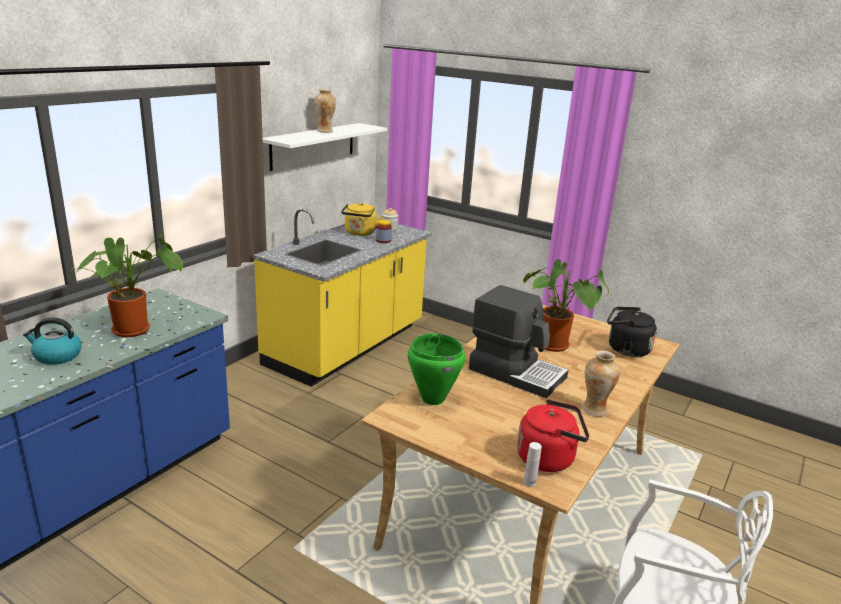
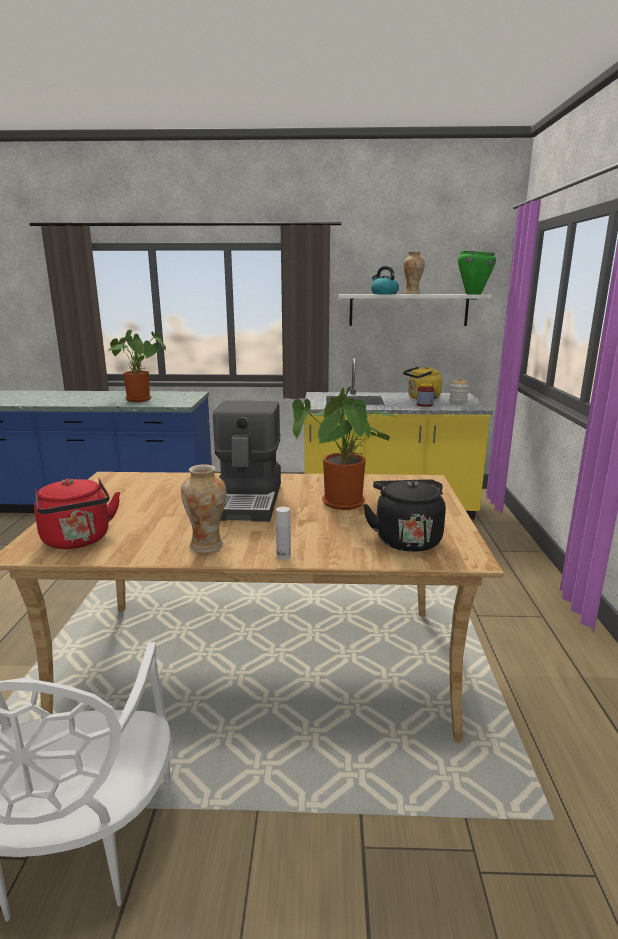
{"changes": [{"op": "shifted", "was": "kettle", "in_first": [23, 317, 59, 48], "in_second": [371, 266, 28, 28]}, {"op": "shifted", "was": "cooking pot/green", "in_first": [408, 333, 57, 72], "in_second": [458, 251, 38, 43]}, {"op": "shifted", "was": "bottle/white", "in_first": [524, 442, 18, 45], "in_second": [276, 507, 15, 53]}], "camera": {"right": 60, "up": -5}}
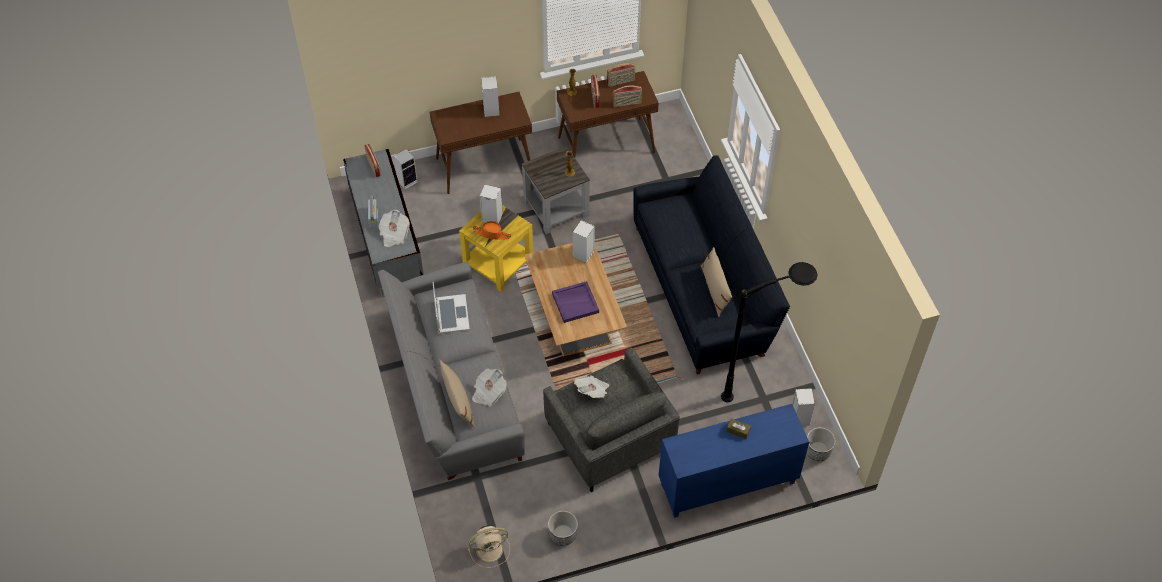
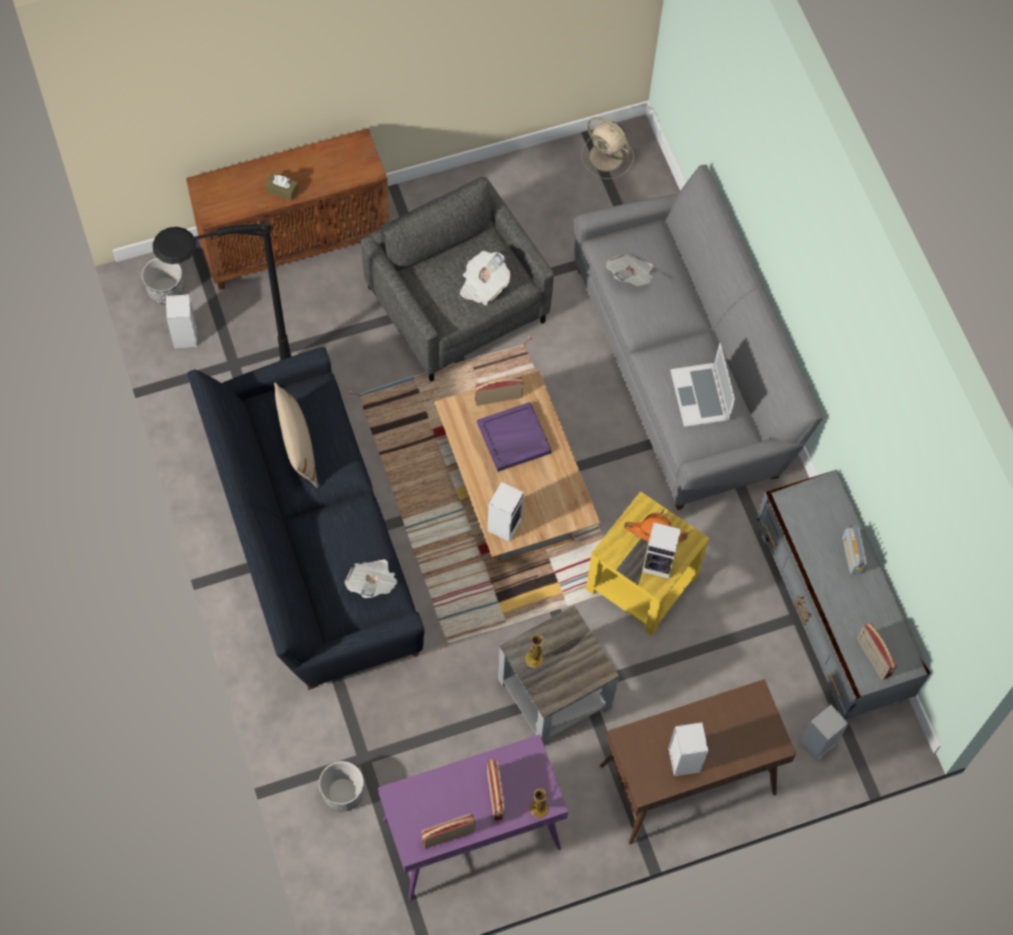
{"changes": [{"op": "shifted", "was": "newspaper", "in_first": [378, 210, 32, 37], "in_second": [344, 559, 54, 39]}, {"op": "gone", "was": "pillow/beige", "in_first": [439, 360, 36, 67]}, {"op": "rotated", "was": "fan/beige", "in_first": [468, 525, 42, 43], "in_second": [581, 117, 53, 62], "clockwise": -120}, {"op": "shifted", "was": "planter", "in_first": [548, 511, 30, 35], "in_second": [319, 761, 45, 51]}, {"op": "repainted", "was": "console table/brown", "now": "console table/purple", "in_first": [557, 71, 102, 87], "in_second": [378, 734, 190, 167]}, {"op": "shifted", "was": "radio", "in_first": [612, 86, 30, 21], "in_second": [475, 376, 49, 30]}, {"op": "repainted", "was": "cabinet/blue", "now": "cabinet/brown", "in_first": [659, 404, 150, 114], "in_second": [186, 128, 204, 162]}], "camera": {"right": 175, "up": 10}}
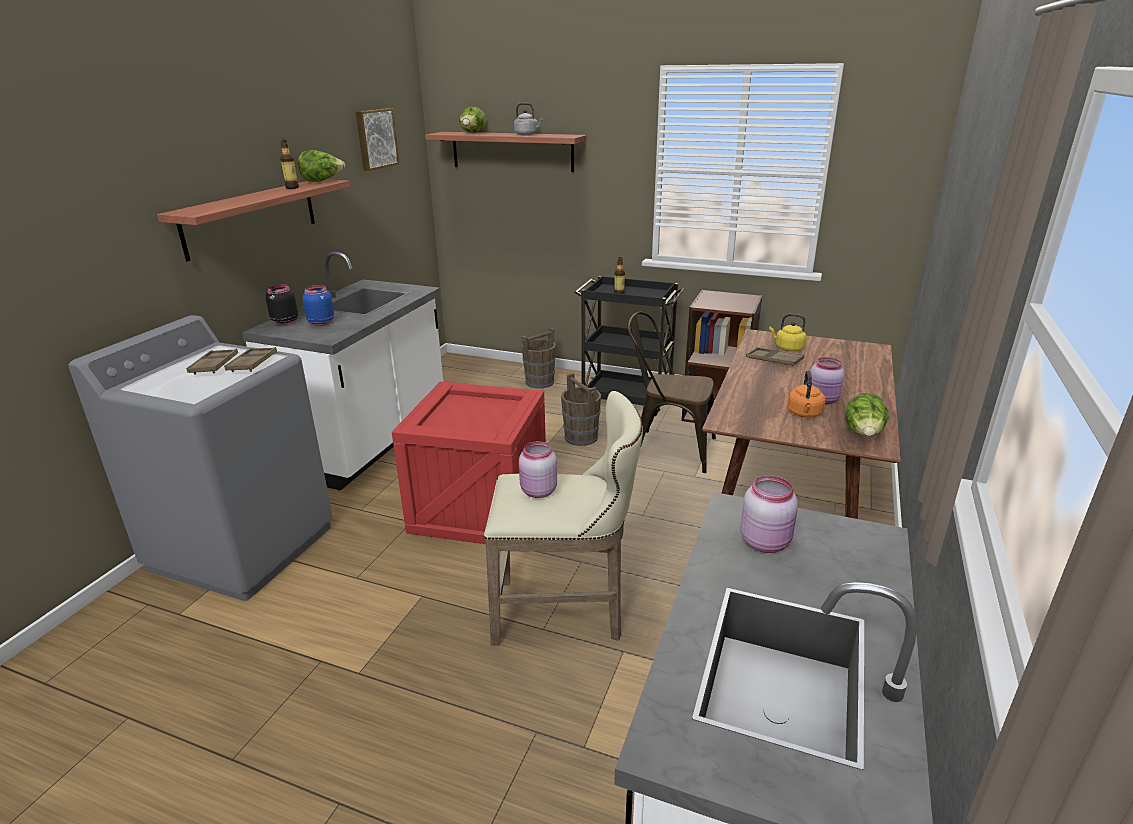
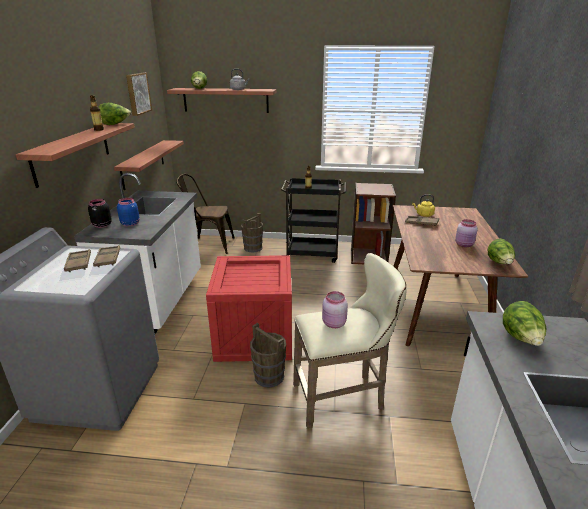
{"changes": [{"op": "shifted", "was": "bucket/brown", "in_first": [561, 373, 40, 73], "in_second": [250, 323, 36, 65]}, {"op": "shifted", "was": "chair/brown", "in_first": [627, 312, 89, 161], "in_second": [176, 174, 58, 80]}, {"op": "swapped", "was": "jar/pink", "now": "lettuce", "in_first": [740, 475, 58, 78], "in_second": [503, 301, 43, 45]}, {"op": "gone", "was": "kettle/orange", "in_first": [787, 371, 39, 47]}, {"op": "new", "now": "shelf", "in_second": [114, 140, 70, 50]}], "camera": {"right": -15, "up": 0}}
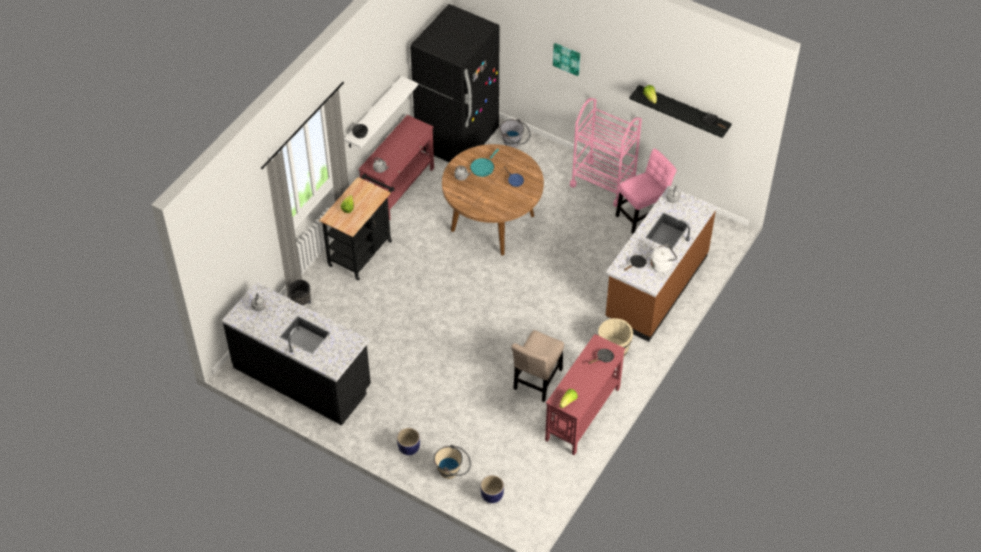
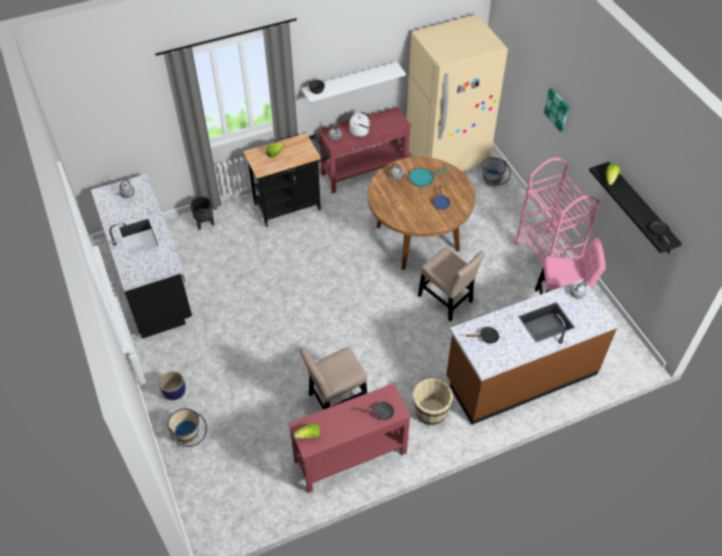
{"changes": [{"op": "repainted", "was": "fridge/black", "now": "fridge/beige", "in_first": [410, 4, 89, 159], "in_second": [407, 14, 101, 157]}, {"op": "gone", "was": "planter", "in_first": [481, 475, 23, 28]}, {"op": "shifted", "was": "kettle/white", "in_first": [650, 244, 27, 29], "in_second": [349, 112, 23, 25]}, {"op": "new", "now": "chair/beige", "in_second": [418, 248, 67, 74]}], "camera": {"right": 35, "up": 0}}
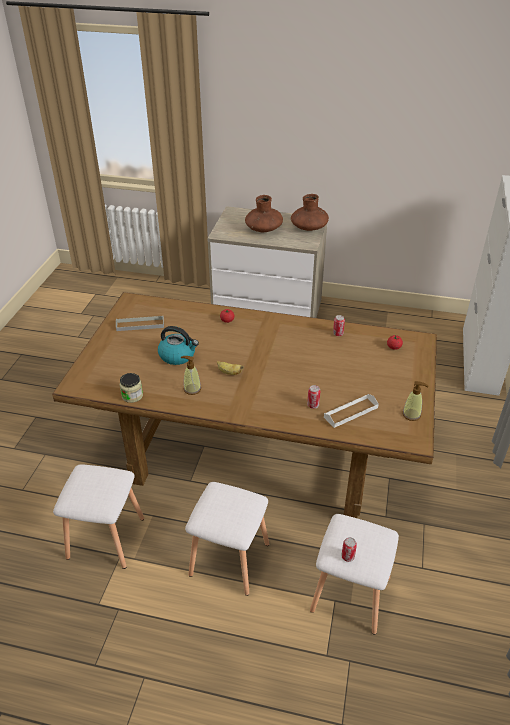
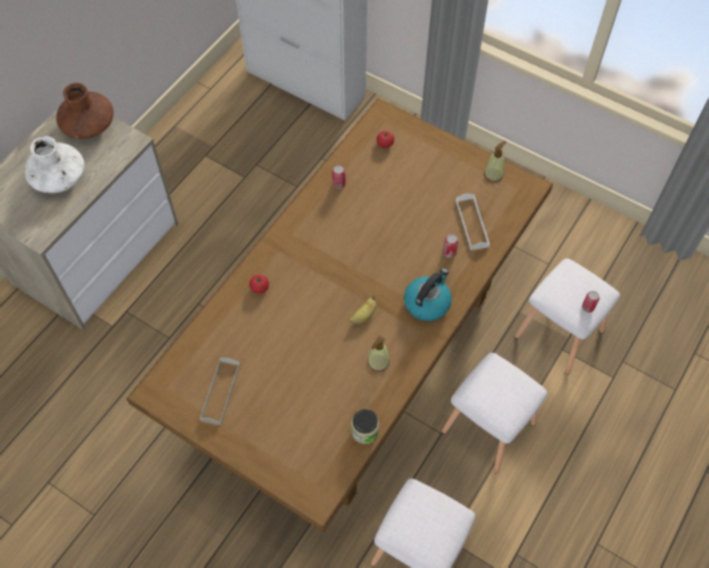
{"changes": [{"op": "shifted", "was": "kettle", "in_first": [158, 326, 41, 39], "in_second": [404, 268, 48, 53]}, {"op": "repainted", "was": "vase/brown", "now": "vase/white", "in_first": [245, 195, 38, 37], "in_second": [25, 136, 60, 57]}], "camera": {"right": -70, "up": 20}}
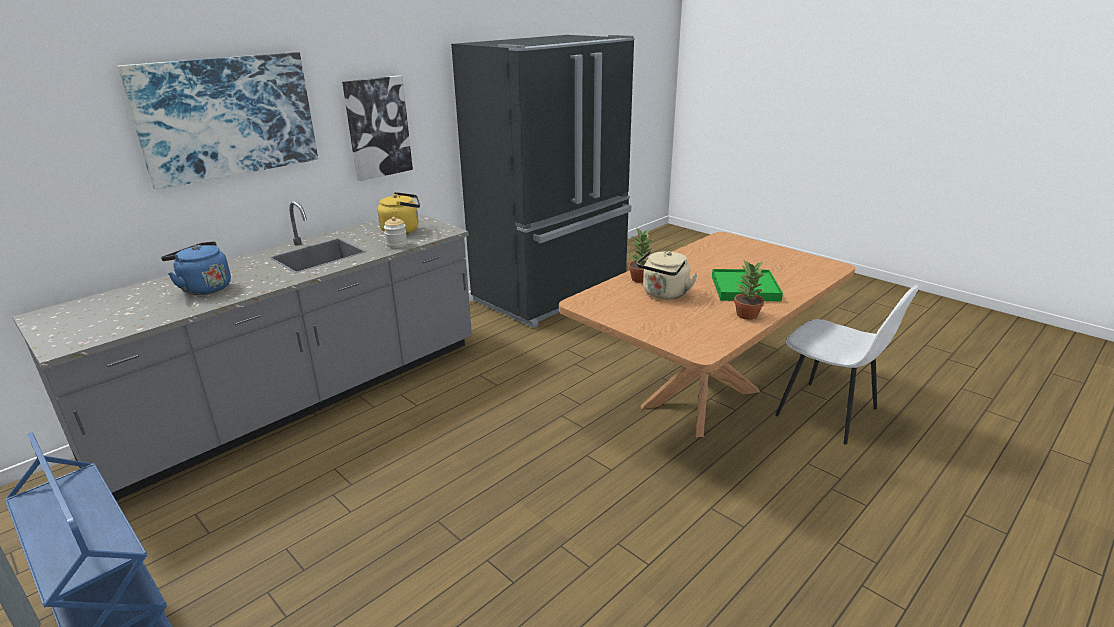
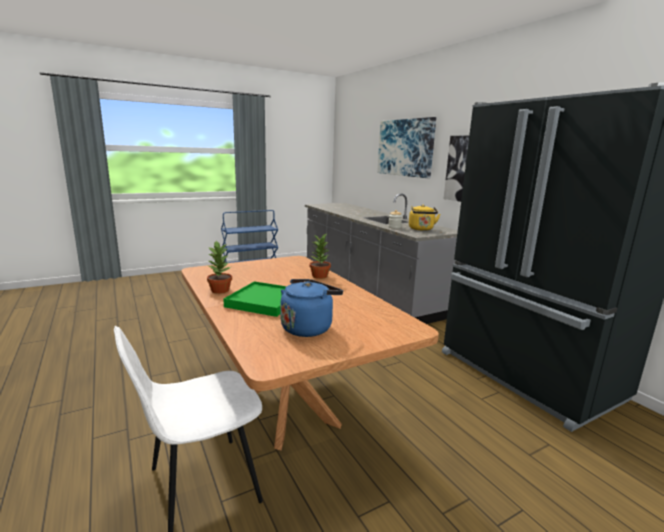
{"changes": [{"op": "shifted", "was": "kettle/blue", "in_first": [161, 241, 70, 54], "in_second": [280, 279, 63, 58]}, {"op": "gone", "was": "kettle/beige", "in_first": [637, 251, 61, 48]}], "camera": {"right": 105, "up": -10}}
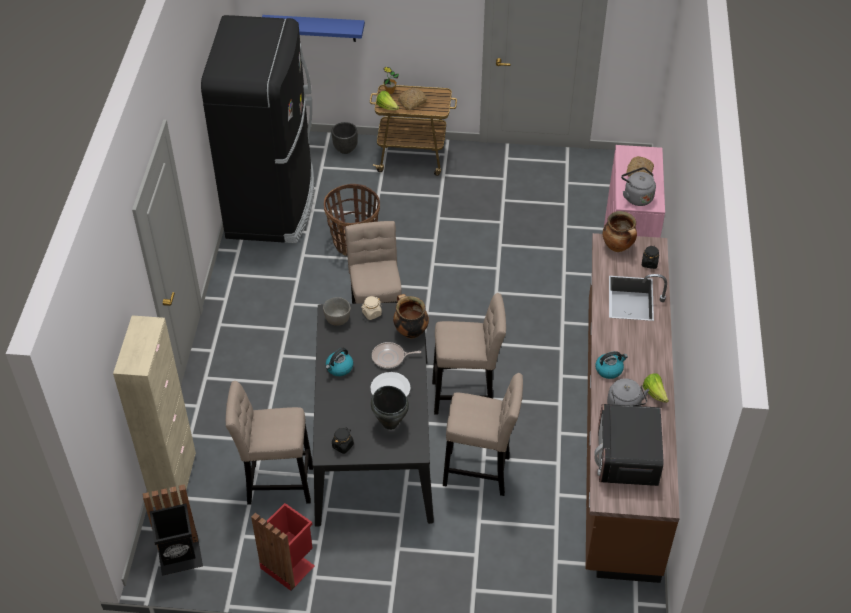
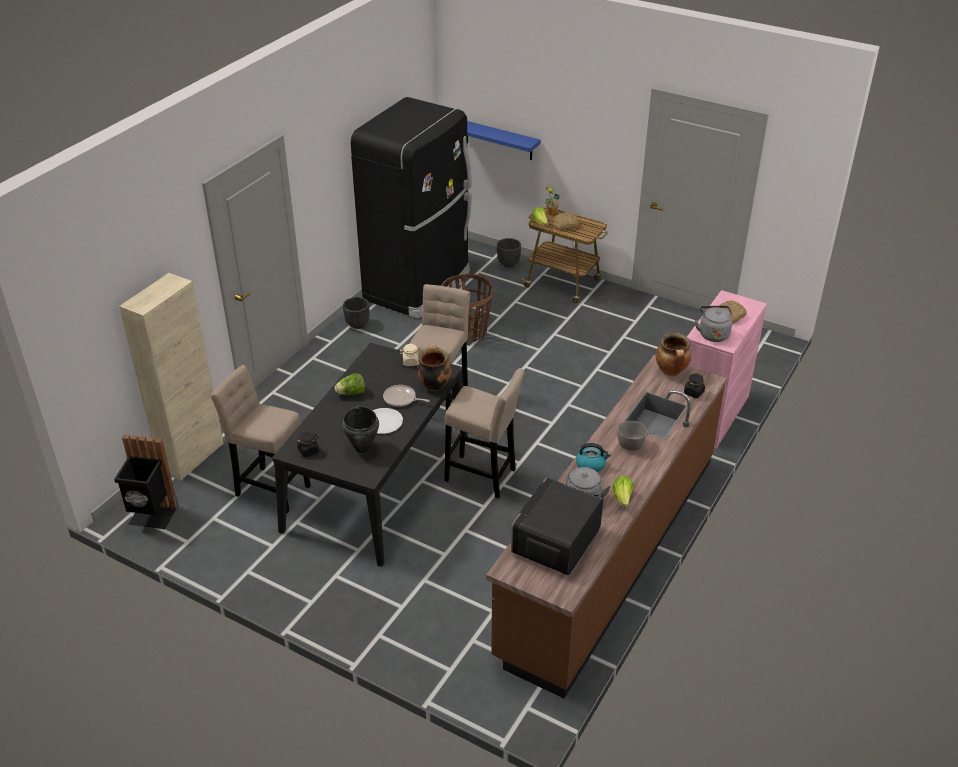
{"changes": [{"op": "gone", "was": "trash can/red", "in_first": [251, 503, 64, 88]}, {"op": "shifted", "was": "bowl/grey", "in_first": [323, 297, 28, 29], "in_second": [617, 421, 30, 30]}, {"op": "swapped", "was": "kettle", "now": "lettuce", "in_first": [325, 348, 28, 28], "in_second": [335, 373, 30, 22]}, {"op": "gone", "was": "stool/beige", "in_first": [443, 373, 80, 123]}, {"op": "new", "now": "planter/black", "in_second": [343, 297, 26, 32]}], "camera": {"right": 25, "up": -10}}
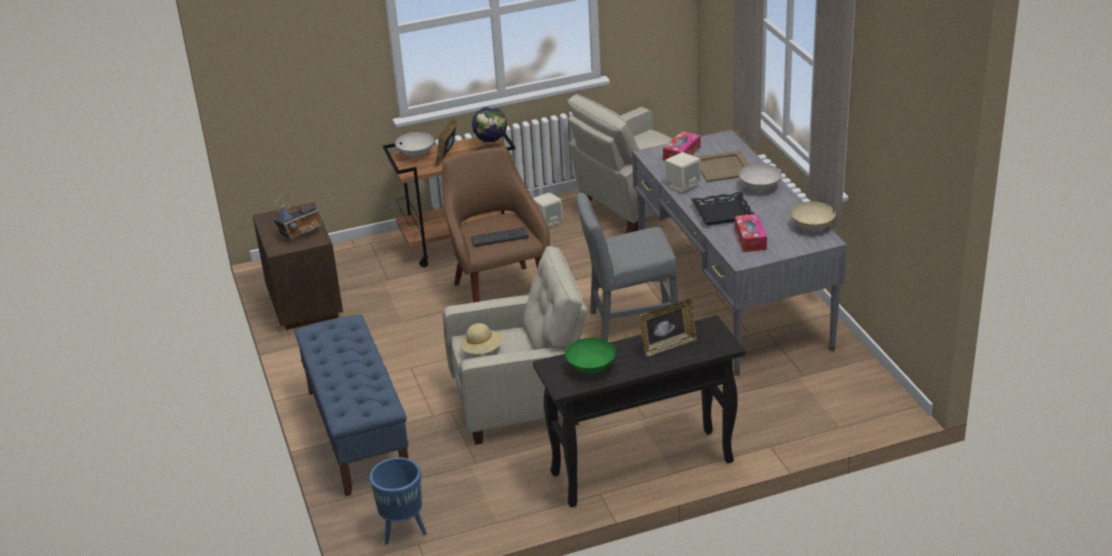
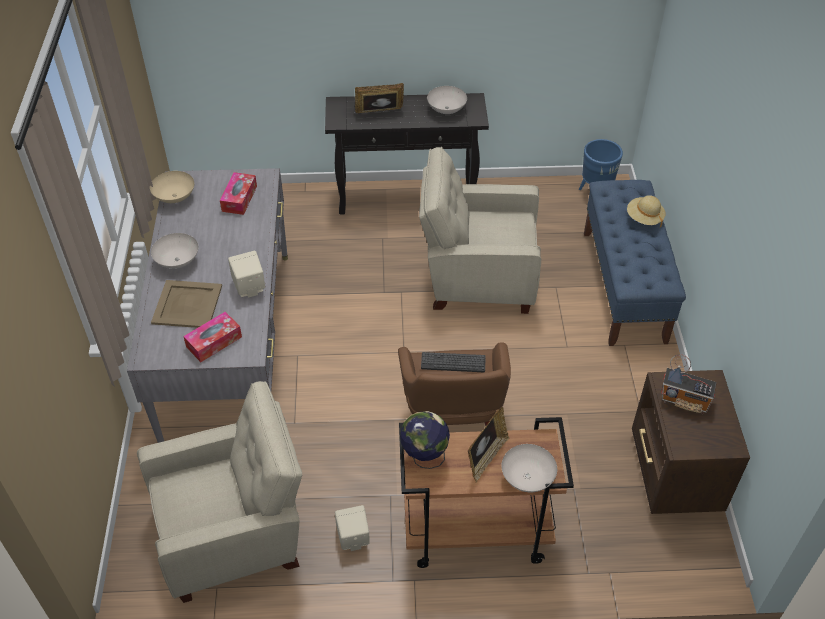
{"changes": [{"op": "rotated", "was": "radio", "in_first": [274, 194, 47, 47], "in_second": [661, 355, 56, 59], "clockwise": -135}, {"op": "shifted", "was": "hat/beige", "in_first": [461, 323, 42, 31], "in_second": [627, 195, 38, 32]}, {"op": "repainted", "was": "bowl/green", "now": "bowl/white", "in_first": [565, 338, 51, 35], "in_second": [427, 86, 40, 28]}, {"op": "gone", "was": "chair/grey", "in_first": [576, 192, 103, 149]}, {"op": "gone", "was": "tray/black", "in_first": [691, 192, 63, 33]}], "camera": {"right": -165, "up": 15}}
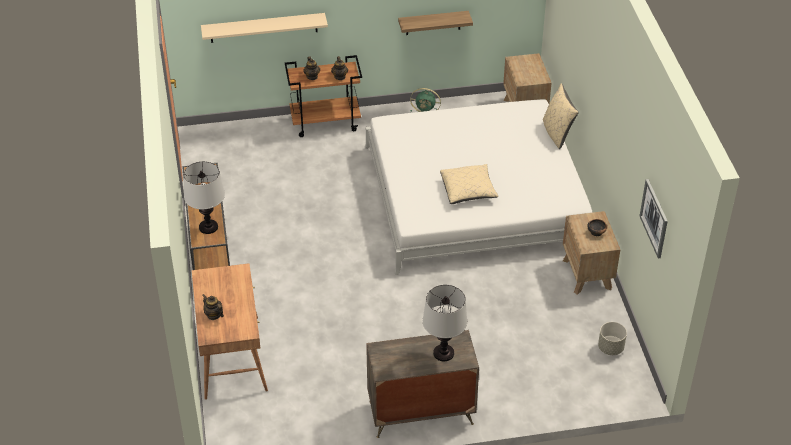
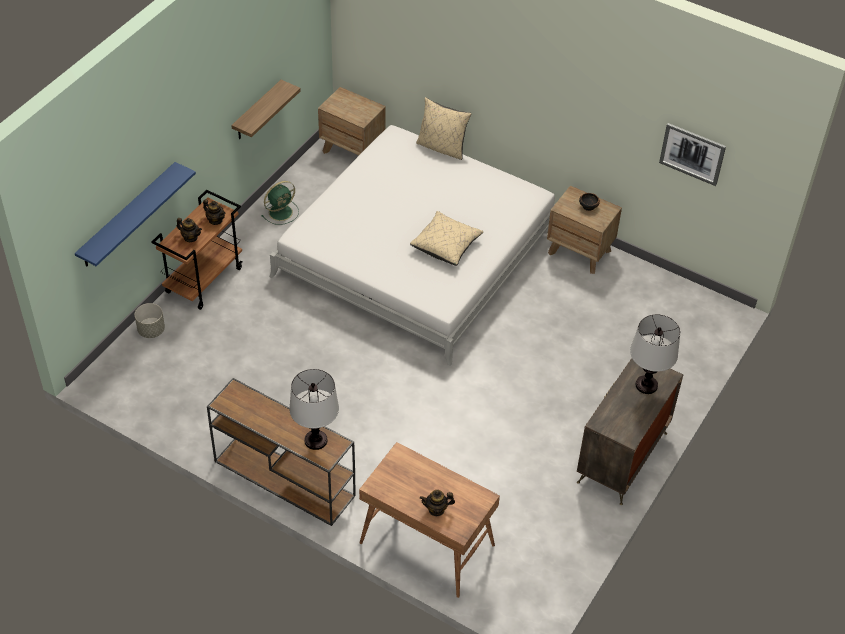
{"changes": [{"op": "repainted", "was": "shelf/beige", "now": "shelf/blue", "in_first": [201, 13, 127, 30], "in_second": [75, 162, 121, 105]}, {"op": "shifted", "was": "planter/grey", "in_first": [598, 322, 29, 33], "in_second": [135, 303, 30, 35]}], "camera": {"right": -50, "up": 5}}
